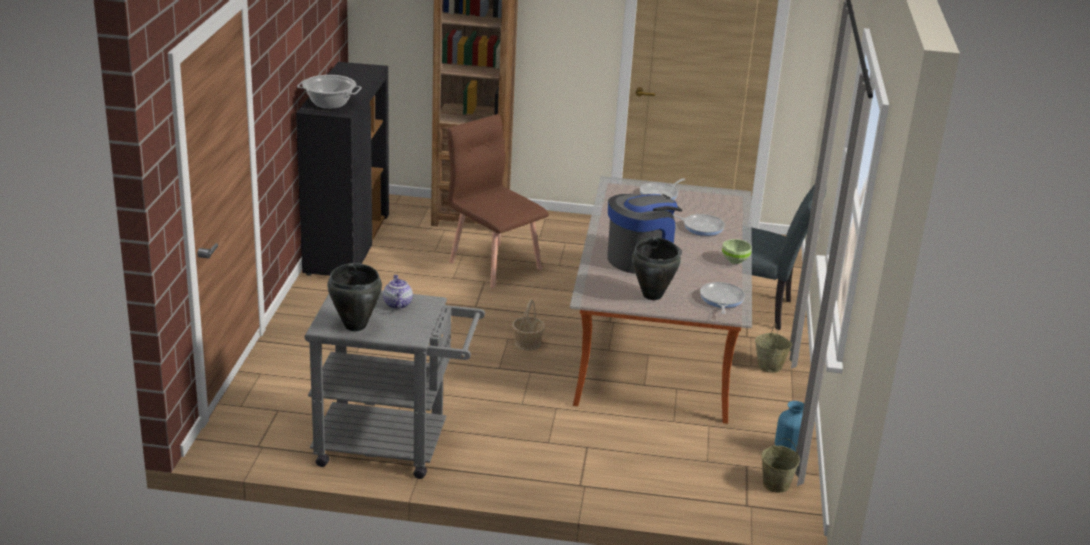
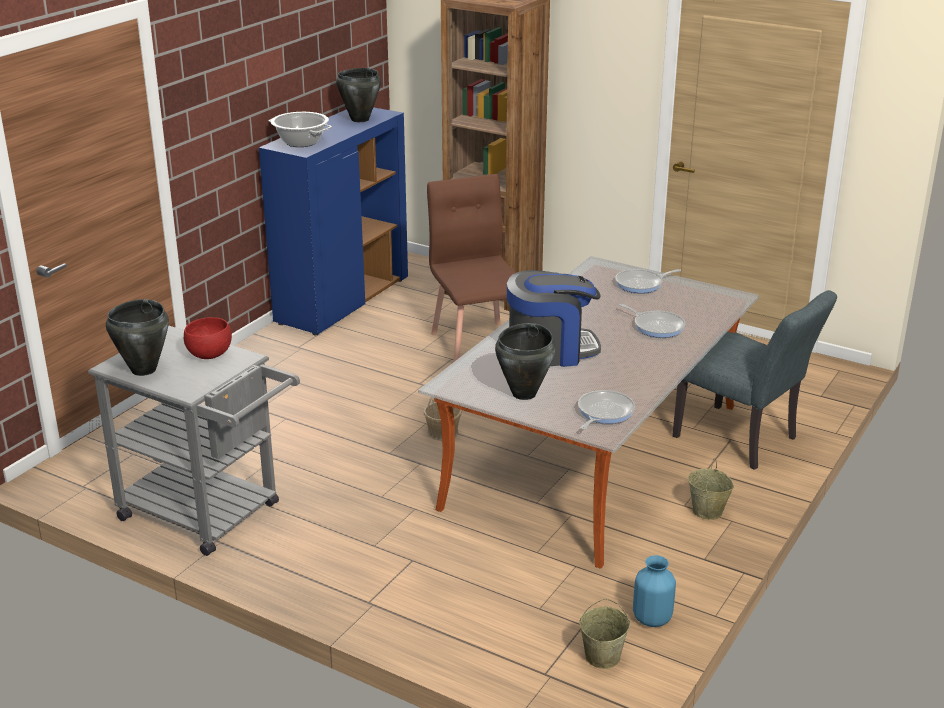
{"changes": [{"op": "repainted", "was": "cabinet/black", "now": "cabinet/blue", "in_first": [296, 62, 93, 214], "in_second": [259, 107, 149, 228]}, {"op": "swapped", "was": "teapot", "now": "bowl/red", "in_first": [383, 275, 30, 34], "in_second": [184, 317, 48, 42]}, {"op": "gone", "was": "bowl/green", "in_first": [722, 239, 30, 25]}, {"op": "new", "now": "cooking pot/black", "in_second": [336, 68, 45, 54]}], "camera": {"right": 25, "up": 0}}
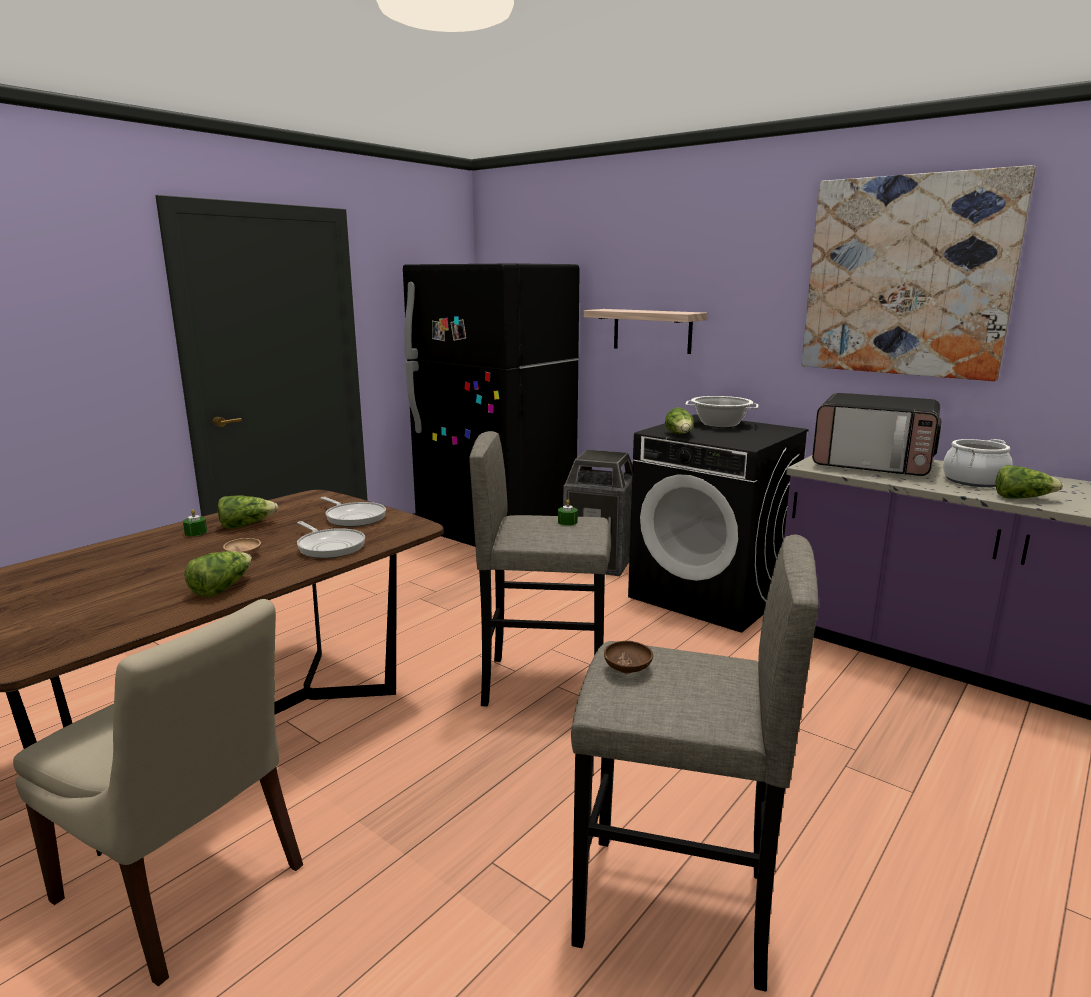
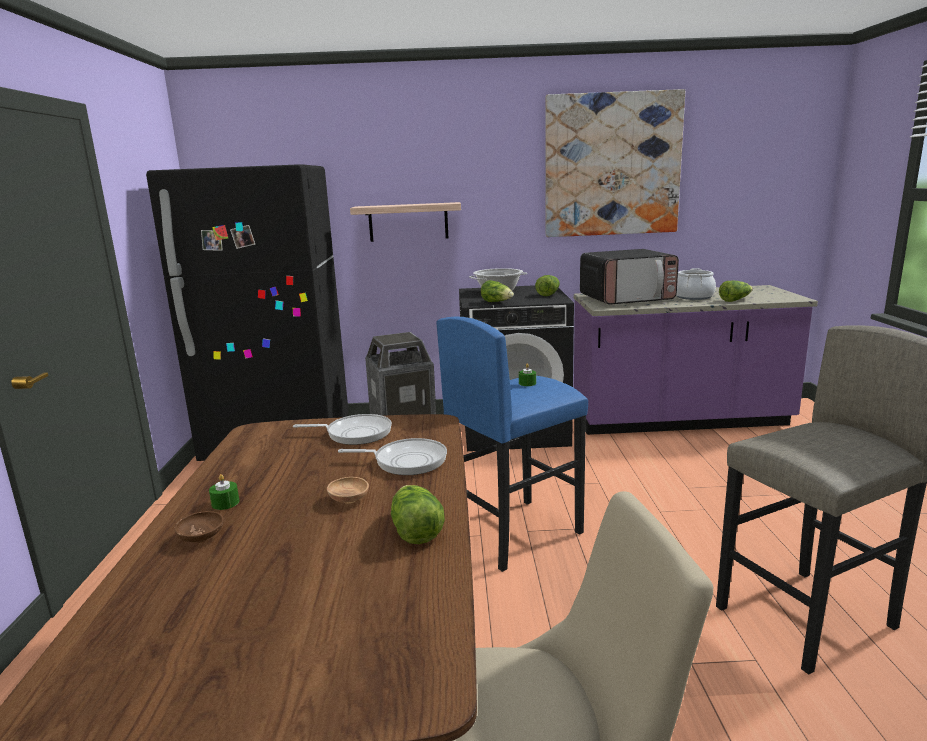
{"changes": [{"op": "shifted", "was": "lettuce", "in_first": [218, 495, 60, 34], "in_second": [535, 275, 25, 21]}, {"op": "repainted", "was": "stool/grey", "now": "stool/blue", "in_first": [469, 431, 142, 275], "in_second": [436, 317, 152, 255]}, {"op": "shifted", "was": "bowl/brown", "in_first": [604, 641, 49, 33], "in_second": [174, 511, 50, 32]}], "camera": {"right": -40, "up": 0}}
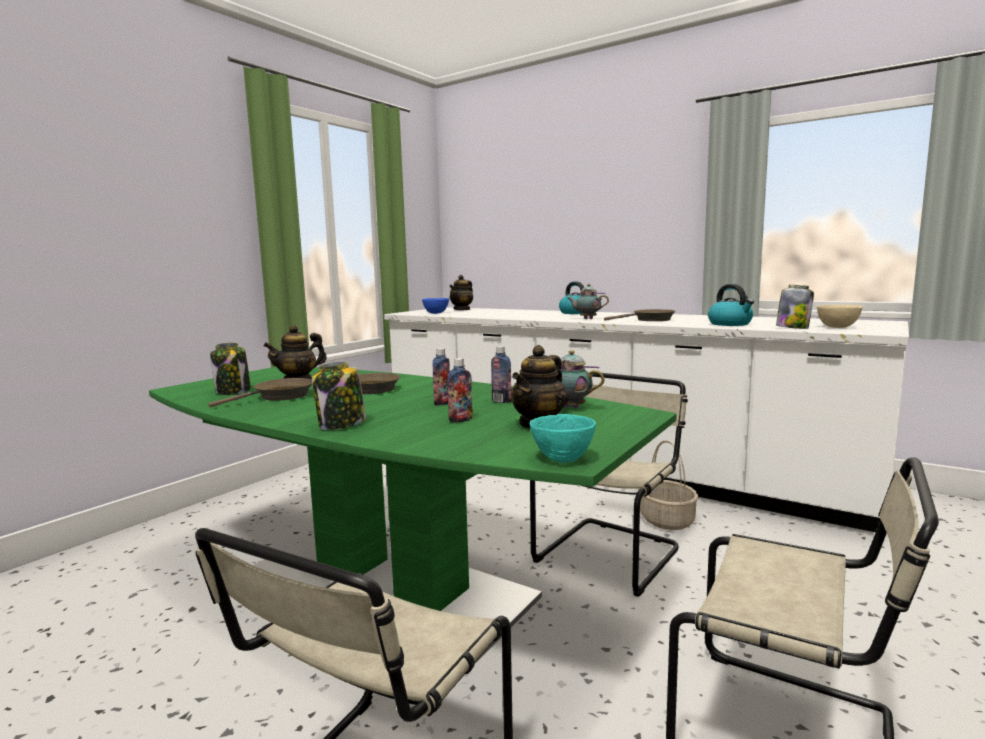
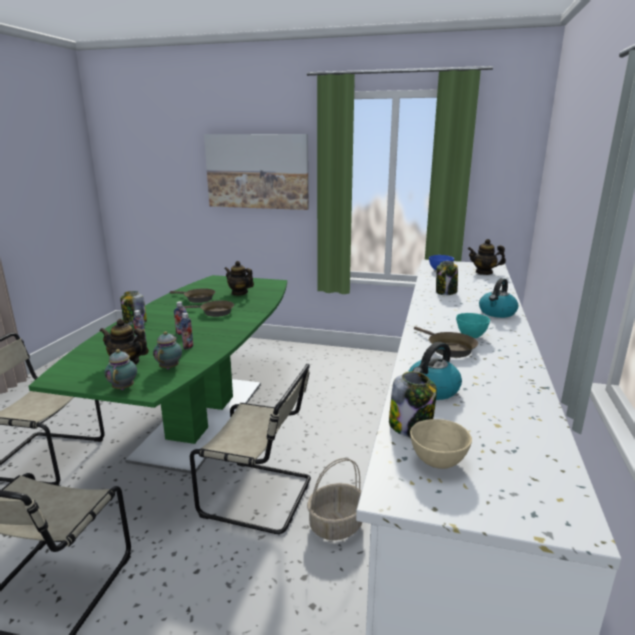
{"changes": [{"op": "shifted", "was": "jar", "in_first": [210, 342, 41, 53], "in_second": [436, 261, 22, 34]}, {"op": "shifted", "was": "bowl/turquoise", "in_first": [530, 414, 66, 49], "in_second": [456, 313, 34, 25]}, {"op": "shifted", "was": "teapot", "in_first": [567, 284, 42, 35], "in_second": [105, 349, 32, 41]}, {"op": "new", "now": "picture", "in_second": [204, 134, 104, 76]}], "camera": {"right": 70, "up": 10}}
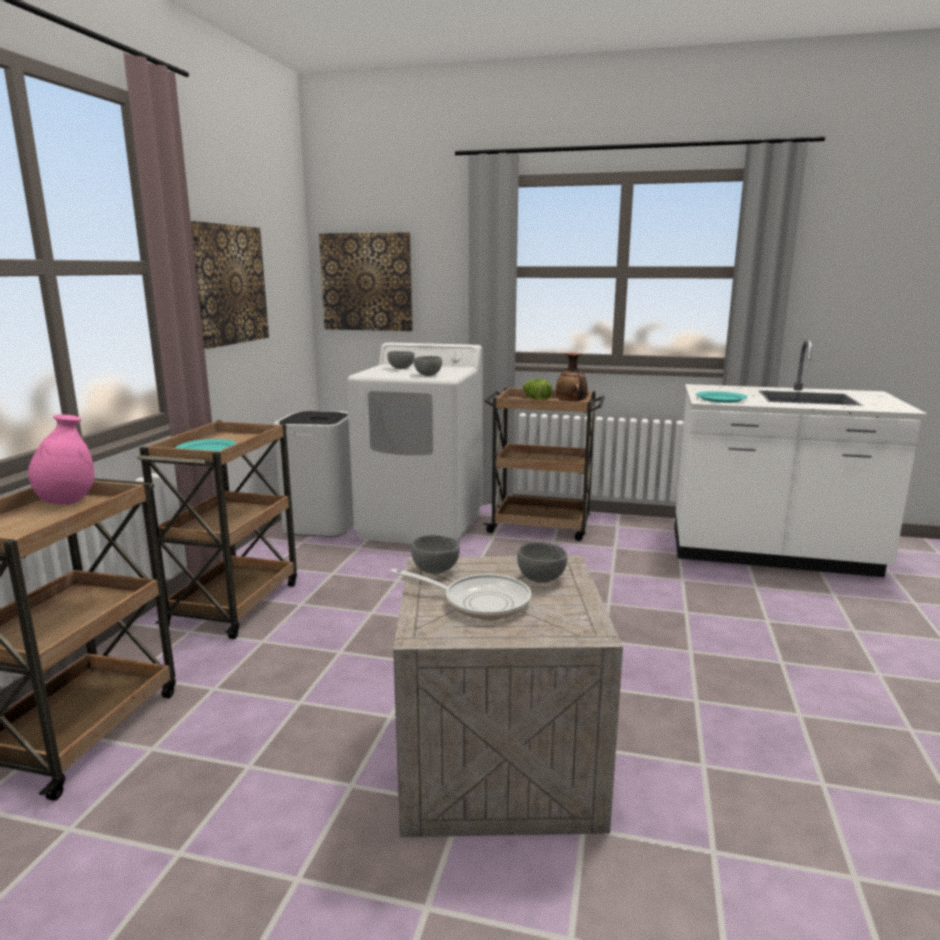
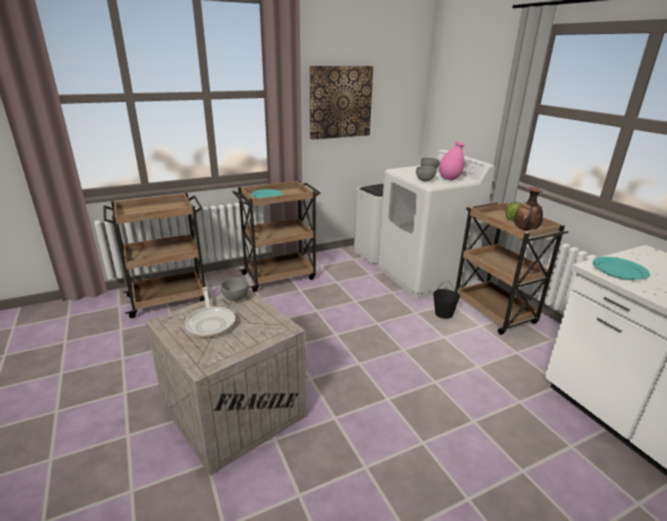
{"changes": [{"op": "shifted", "was": "vase/pink", "in_first": [28, 414, 67, 91], "in_second": [439, 141, 26, 39]}, {"op": "gone", "was": "picture", "in_first": [319, 232, 94, 99]}, {"op": "gone", "was": "bowl/grey", "in_first": [517, 542, 50, 41]}, {"op": "new", "now": "bucket/black", "in_second": [433, 281, 27, 38]}], "camera": {"right": 50, "up": 10}}
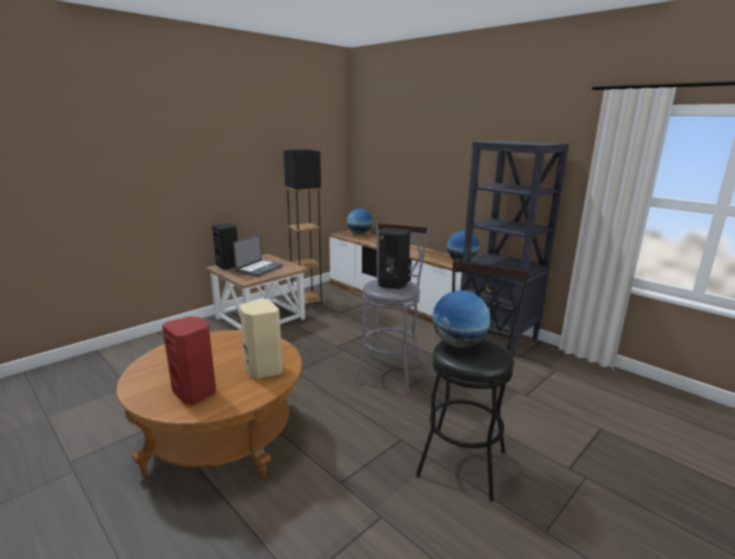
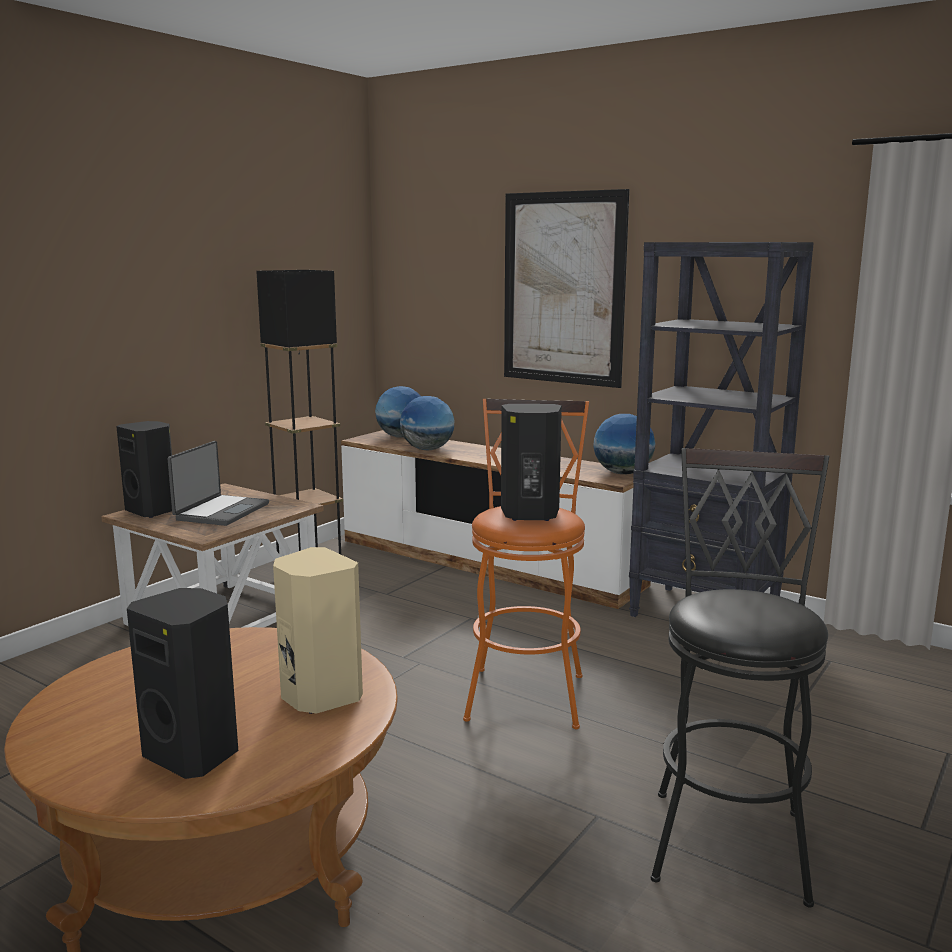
{"changes": [{"op": "repainted", "was": "speaker/red", "now": "speaker/black", "in_first": [162, 316, 54, 89], "in_second": [127, 588, 111, 191]}, {"op": "repainted", "was": "stool/grey", "now": "stool/orange", "in_first": [354, 223, 76, 170], "in_second": [463, 399, 126, 330]}, {"op": "shifted", "was": "globe", "in_first": [432, 290, 58, 58], "in_second": [400, 396, 55, 55]}, {"op": "new", "now": "picture", "in_second": [504, 189, 126, 199]}], "camera": {"right": -10, "up": -5}}
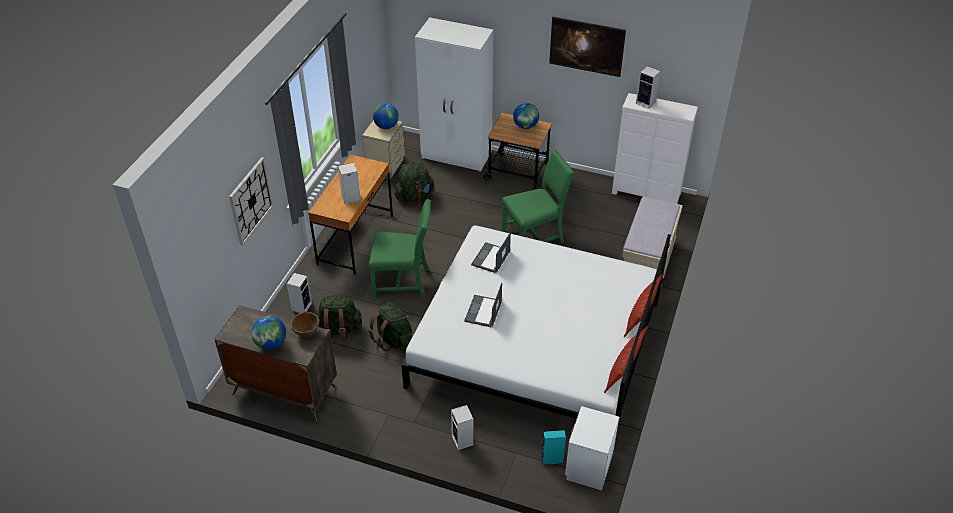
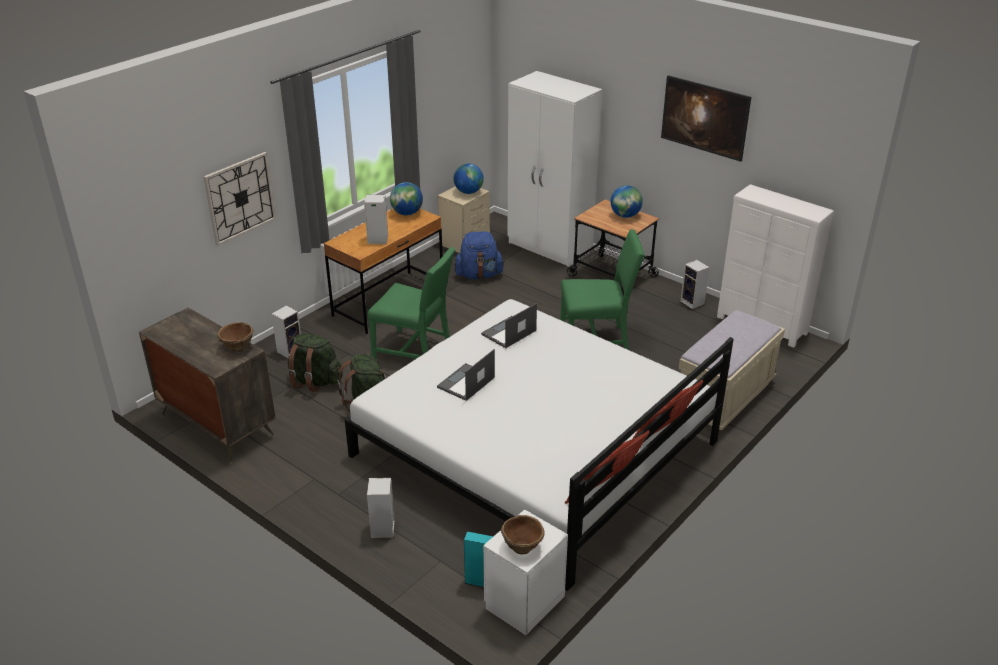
{"changes": [{"op": "shifted", "was": "globe", "in_first": [252, 316, 34, 34], "in_second": [390, 182, 33, 33]}, {"op": "repainted", "was": "backpack/green", "now": "backpack/blue", "in_first": [395, 161, 39, 41], "in_second": [454, 232, 51, 47]}, {"op": "shifted", "was": "speaker", "in_first": [636, 66, 25, 43], "in_second": [680, 260, 30, 49]}, {"op": "new", "now": "bowl/brown", "in_second": [501, 515, 44, 40]}], "camera": {"right": 20, "up": -10}}
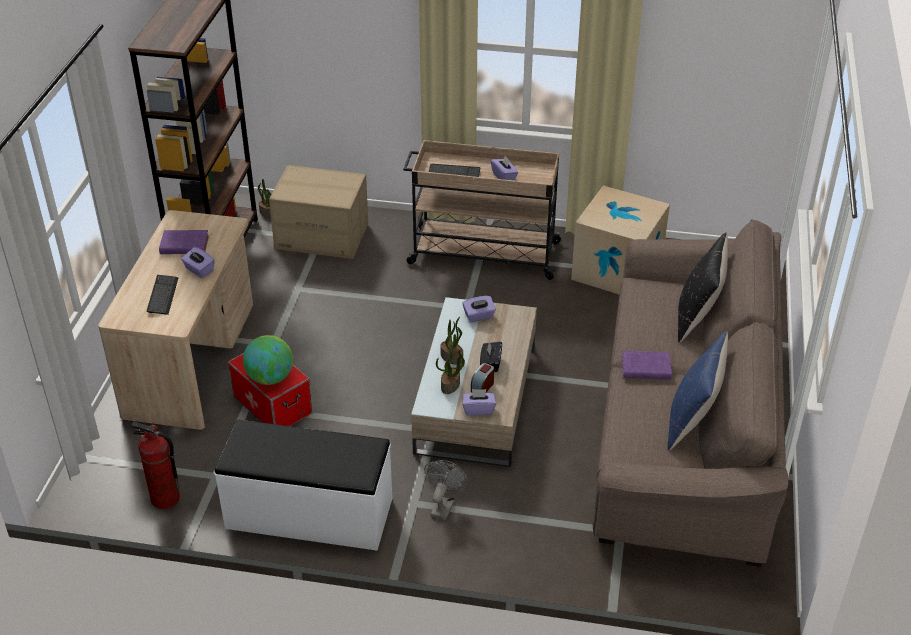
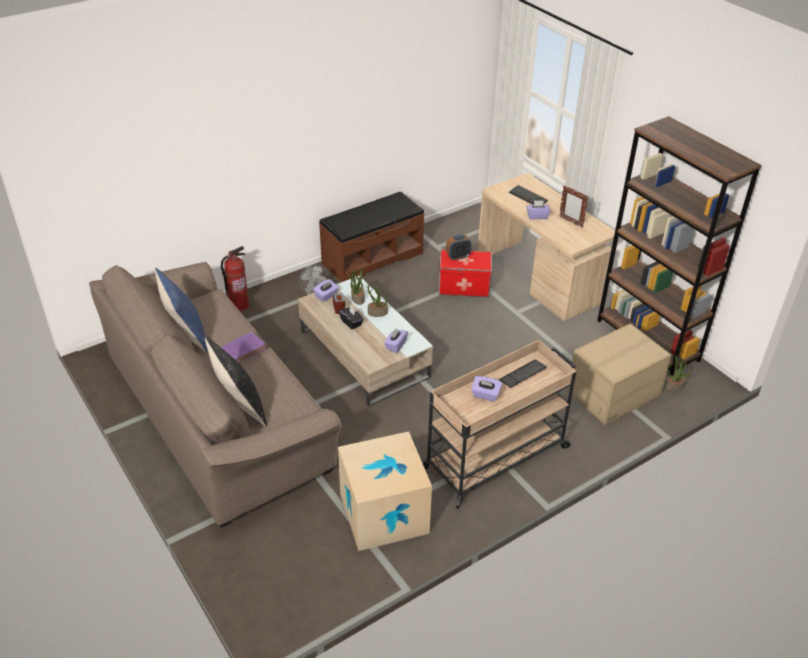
{"changes": [{"op": "shifted", "was": "fire extinguisher", "in_first": [132, 422, 48, 87], "in_second": [221, 246, 28, 65]}, {"op": "swapped", "was": "book/purple", "now": "picture frame", "in_first": [159, 230, 50, 24], "in_second": [559, 186, 30, 42]}, {"op": "repainted", "was": "bench/white", "now": "bench/brown", "in_first": [215, 420, 177, 131], "in_second": [319, 192, 106, 90]}, {"op": "swapped", "was": "globe", "now": "alarm clock", "in_first": [243, 335, 50, 50], "in_second": [446, 235, 26, 25]}], "camera": {"right": 135, "up": 0}}
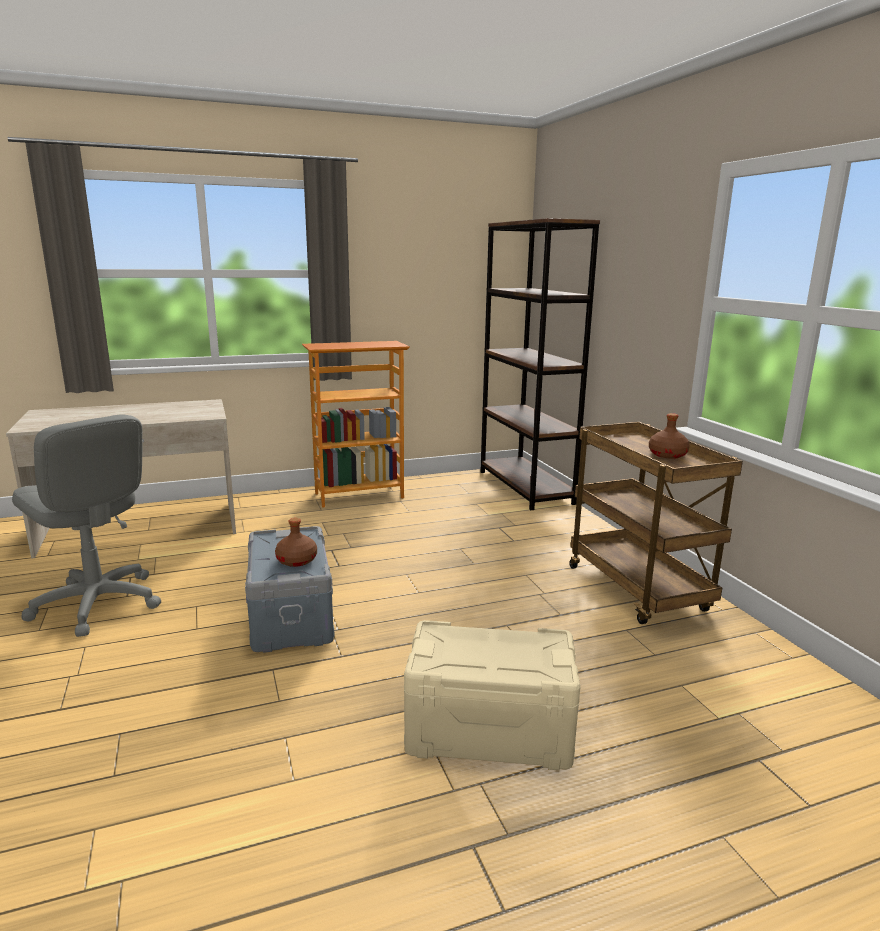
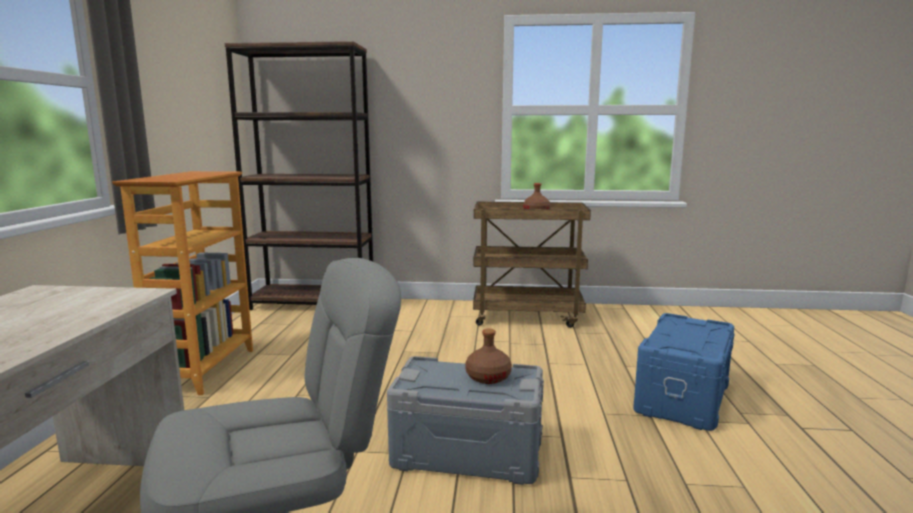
{"changes": [{"op": "repainted", "was": "storage box/beige", "now": "storage box/blue", "in_first": [404, 620, 177, 150], "in_second": [634, 313, 100, 118]}], "camera": {"right": -65, "up": -5}}
